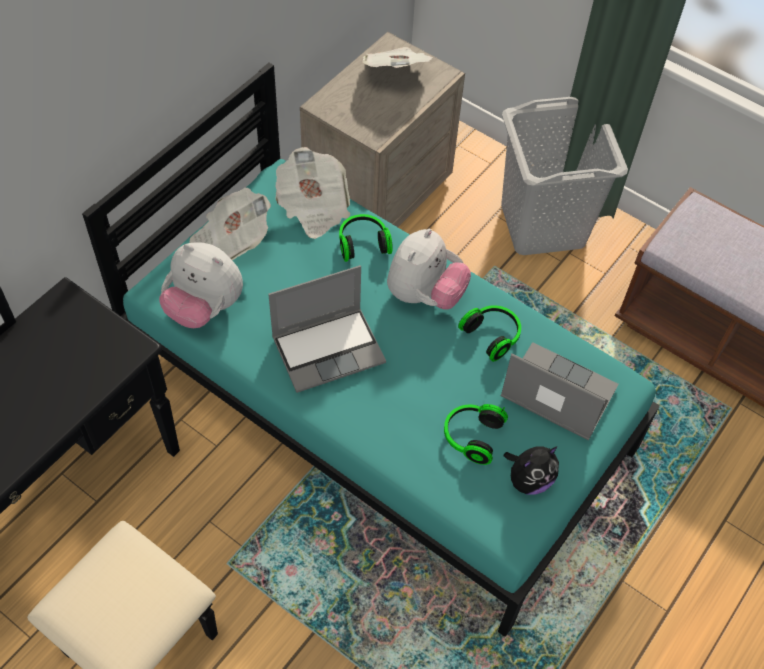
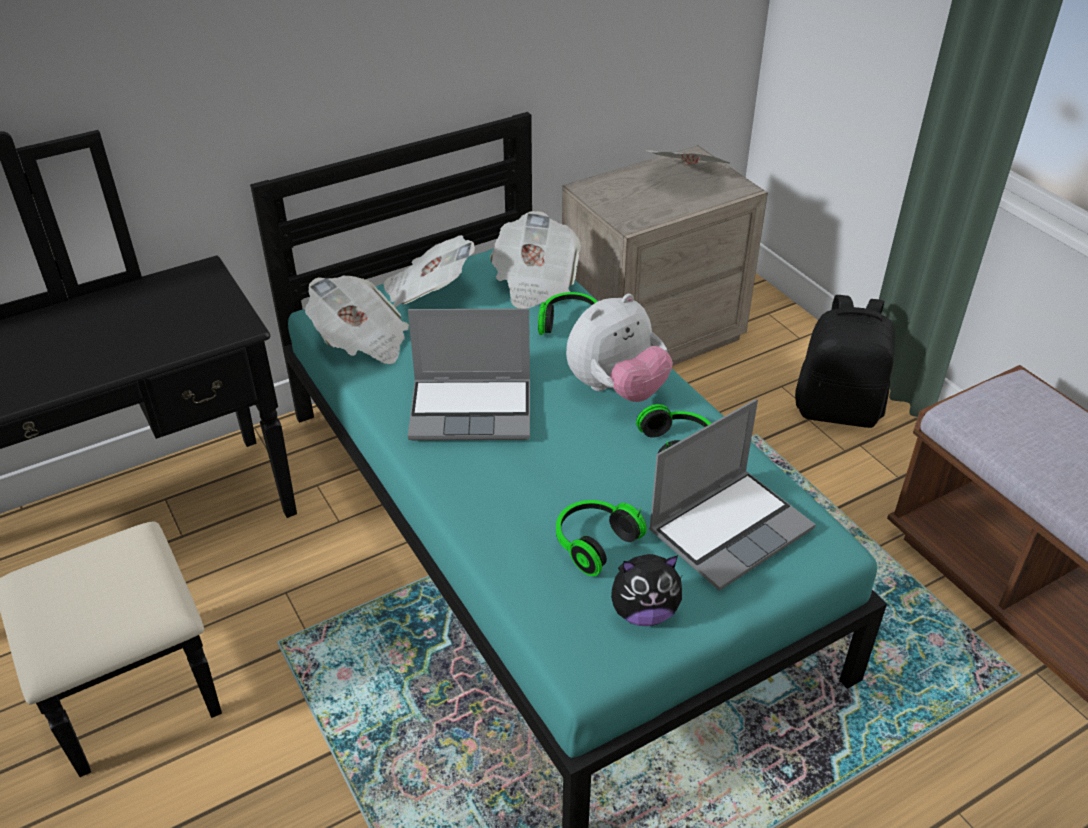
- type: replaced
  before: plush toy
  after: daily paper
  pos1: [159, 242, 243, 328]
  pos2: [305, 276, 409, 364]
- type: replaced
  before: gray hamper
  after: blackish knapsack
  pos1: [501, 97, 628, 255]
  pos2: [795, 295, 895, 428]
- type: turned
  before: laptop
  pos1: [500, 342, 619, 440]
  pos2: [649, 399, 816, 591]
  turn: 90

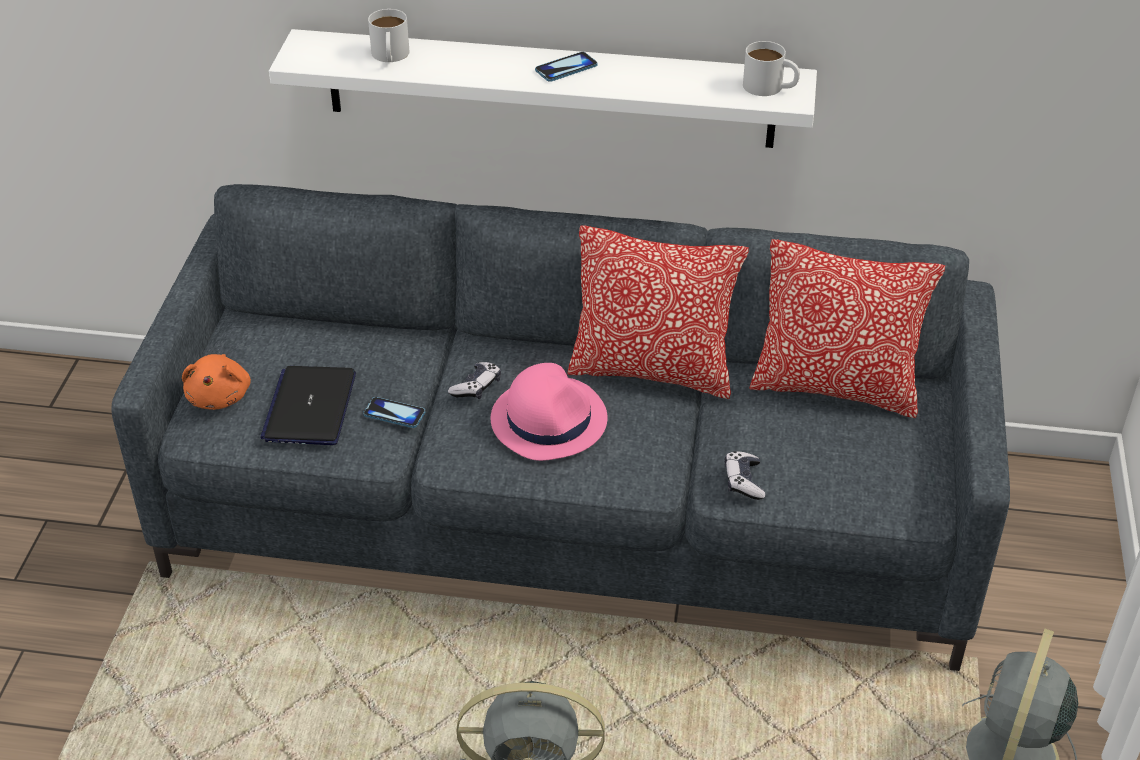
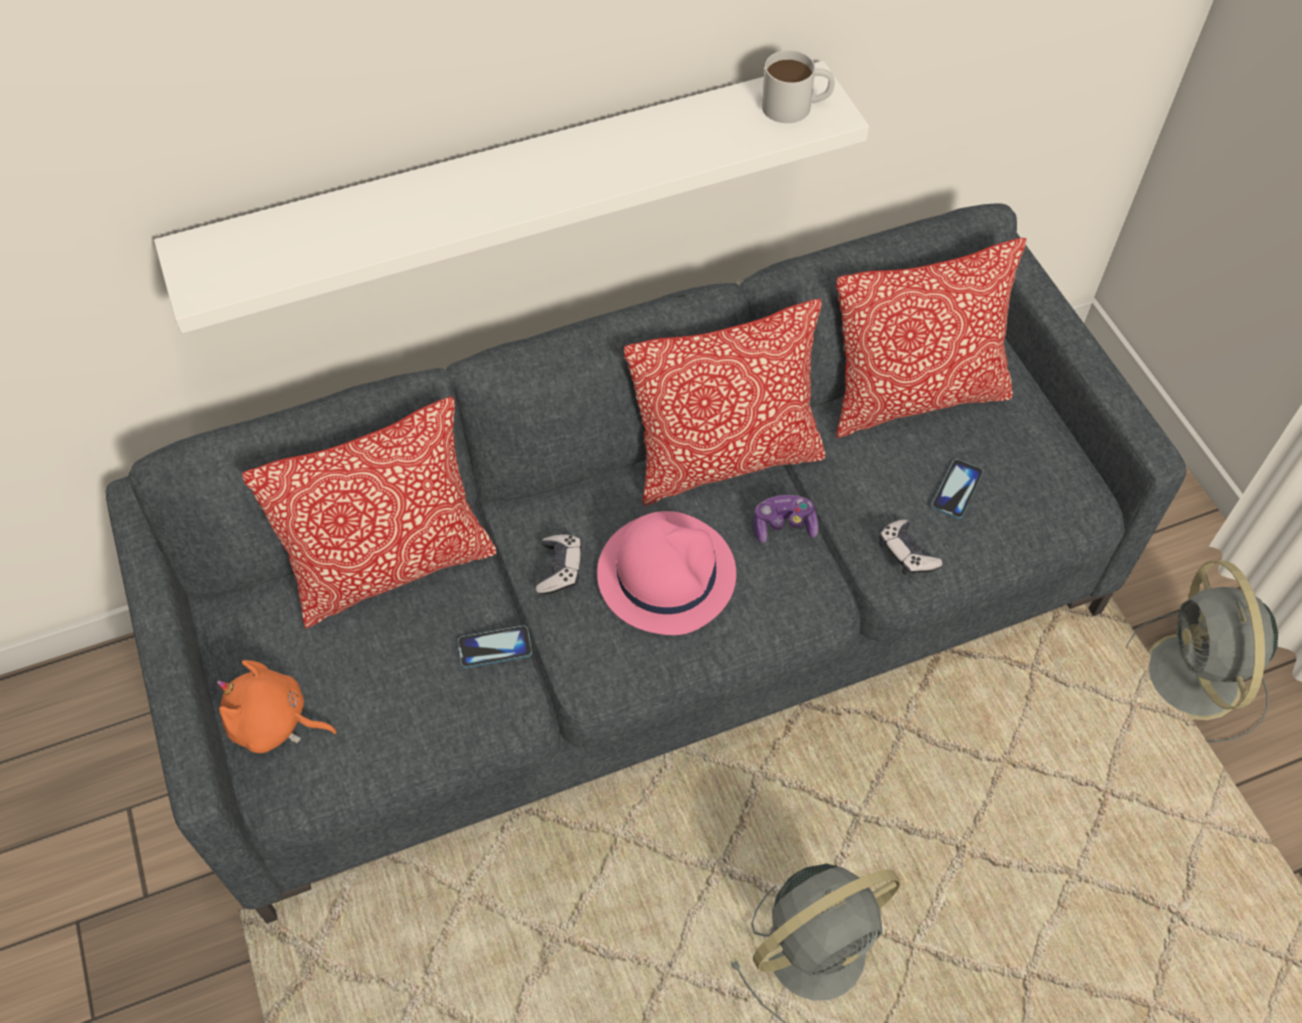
- type: removed
  before: laptop
  pos1: [260, 366, 356, 445]
- type: removed
  before: white tea mug
  pos1: [368, 9, 410, 62]
- type: added
  after: throw pillow
  pos2: [242, 397, 496, 629]
- type: added
  after: game controller
  pos2: [754, 495, 819, 544]
- type: moved
  before: phone
  pos1: [535, 52, 598, 82]
  pos2: [932, 459, 983, 519]
- type: turned
  before: orangey plush toy
  pos1: [182, 354, 251, 410]
  pos2: [217, 660, 337, 753]
  turn: 135

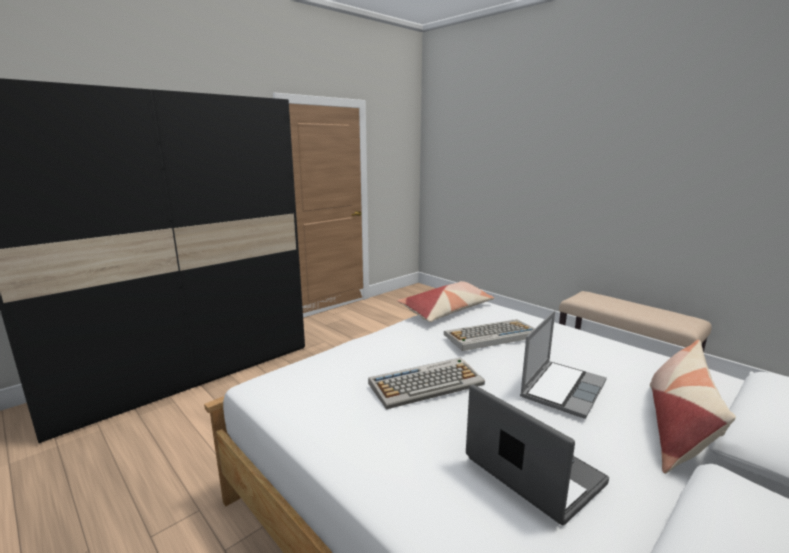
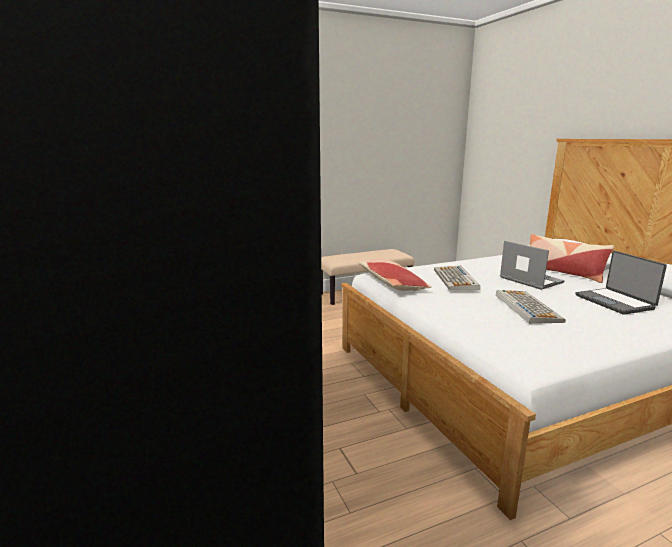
- type: turned
  before: laptop
  pos1: [466, 384, 609, 526]
  pos2: [576, 251, 667, 315]
  turn: -90

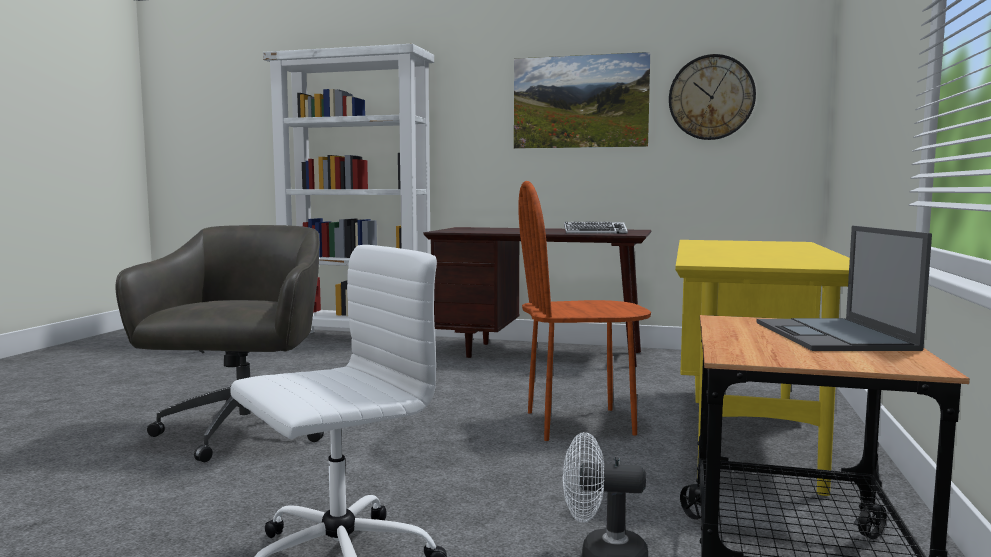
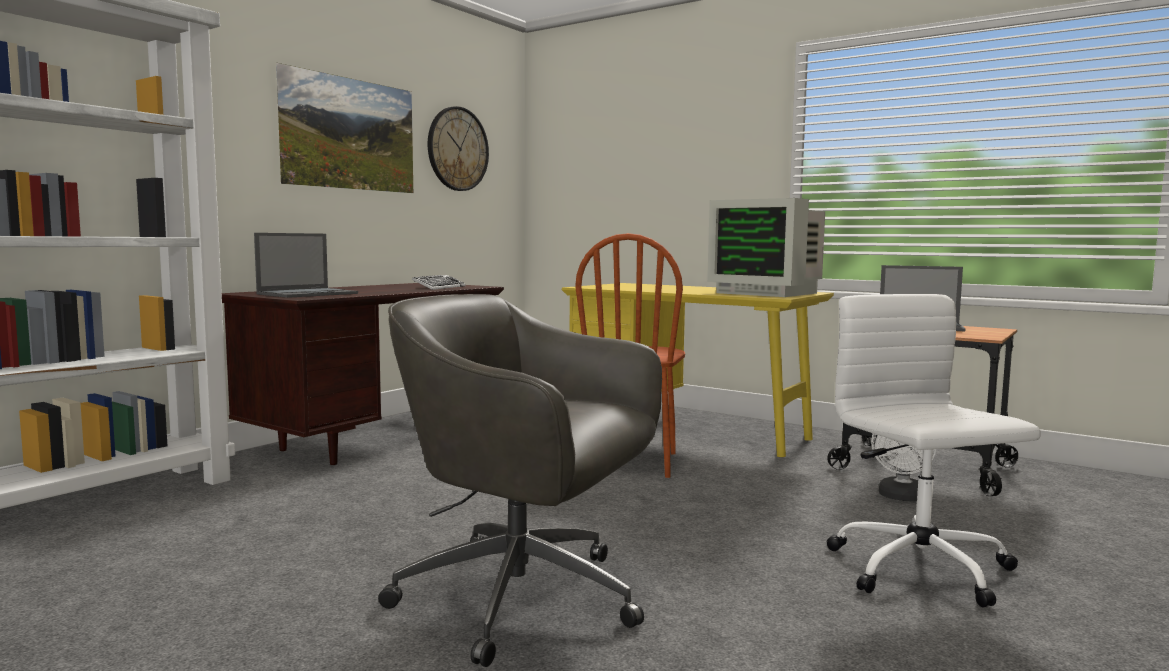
- type: added
  after: laptop
  pos2: [254, 233, 358, 298]
- type: added
  after: monitor
  pos2: [707, 198, 825, 297]

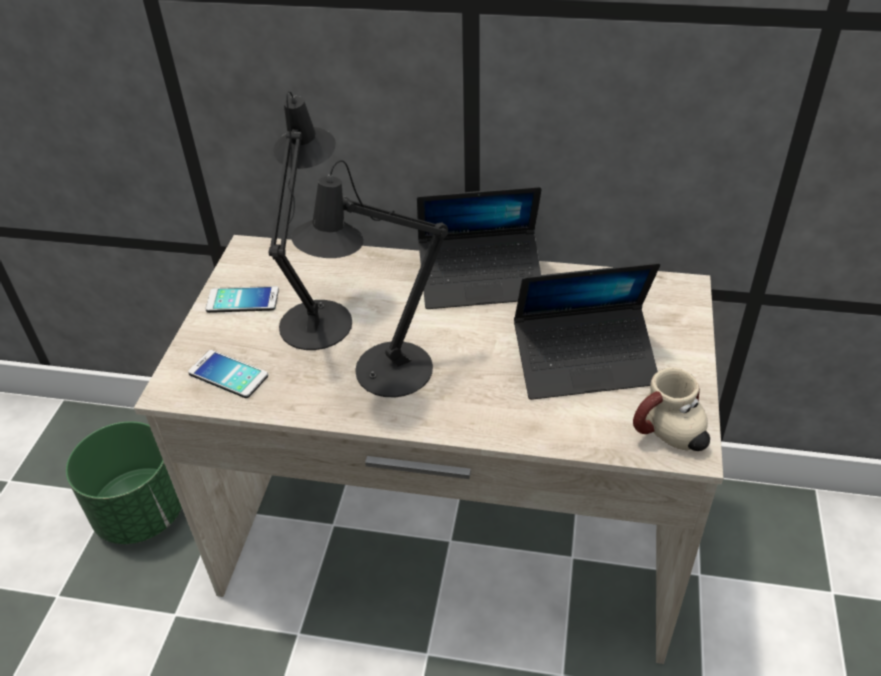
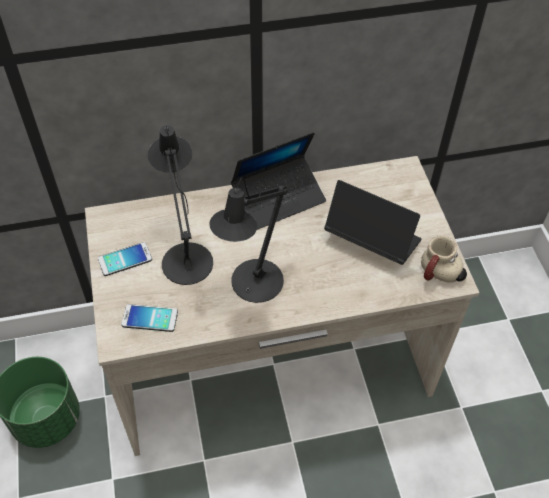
- type: turned
  before: laptop
  pos1: [514, 263, 660, 400]
  pos2: [324, 180, 421, 265]
  turn: -120

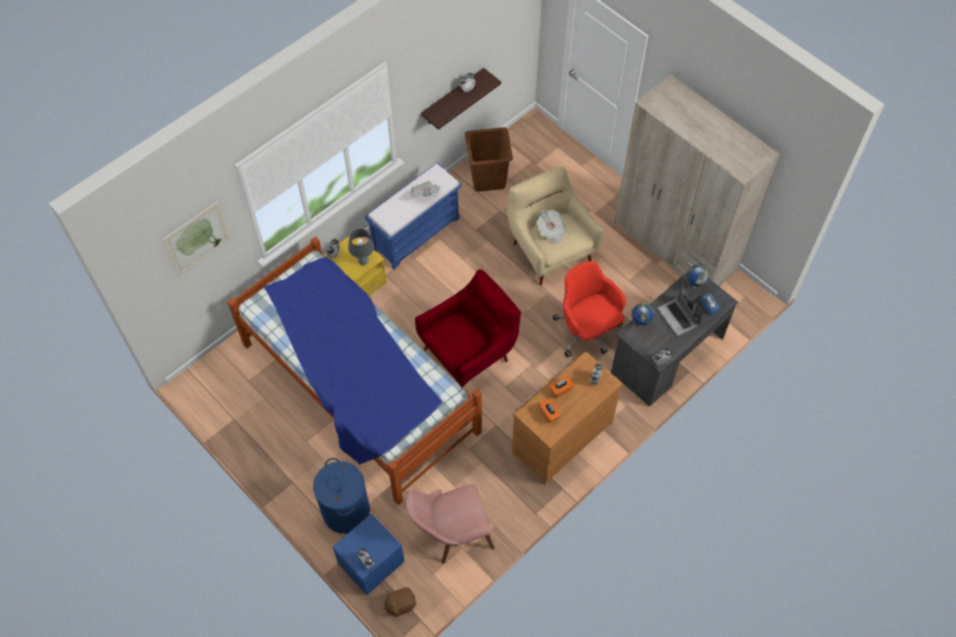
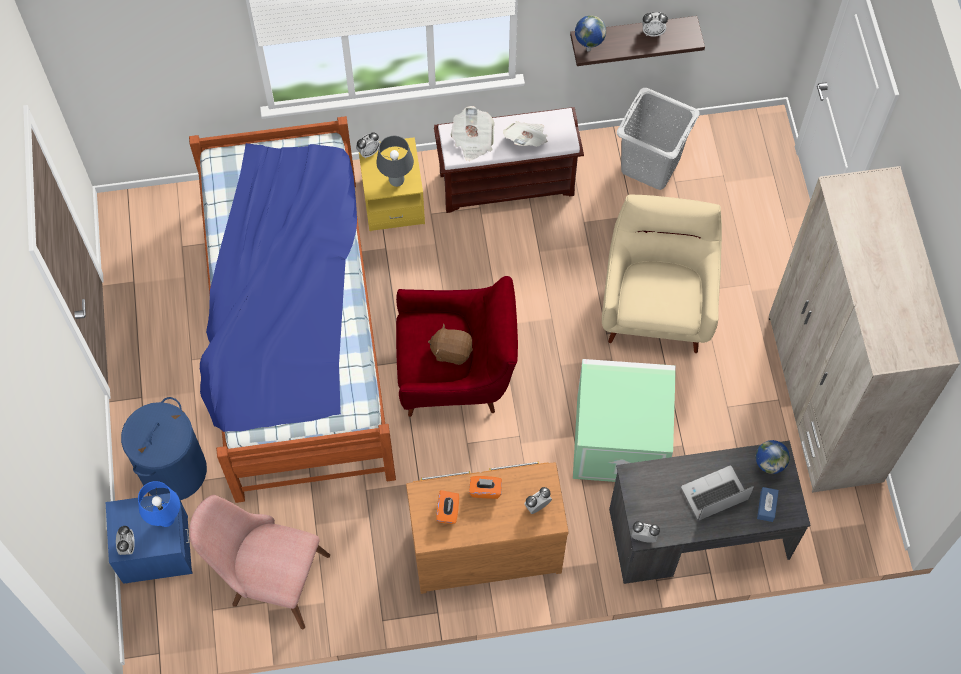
- type: removed
  before: picture
  pos1: [163, 201, 232, 277]
- type: added
  after: bluish tabletop lamp
  pos2: [138, 481, 180, 527]
- type: moved
  before: brown plush toy
  pos1: [384, 587, 416, 617]
  pos2: [428, 324, 473, 365]
- type: moved
  before: daily paper
  pos1: [536, 210, 567, 244]
  pos2: [451, 106, 495, 161]
- type: moved
  before: globe
  pos1: [632, 303, 654, 327]
  pos2: [575, 16, 606, 52]
- type: replaced
  before: red-coloured office chair
  after: greenish storage container
  pos1: [552, 261, 626, 357]
  pos2: [573, 359, 676, 482]
- type: recoloured
  before: bluish bench
  after: brown bench
  pos1: [365, 162, 462, 269]
  pos2: [434, 107, 584, 213]
- type: recoloured
  before: brown hamper
  after: gray hamper
  pos1: [465, 127, 513, 192]
  pos2: [617, 88, 700, 190]
- type: turned
  before: laptop
  pos1: [657, 285, 703, 336]
  pos2: [681, 466, 755, 521]
  turn: 60

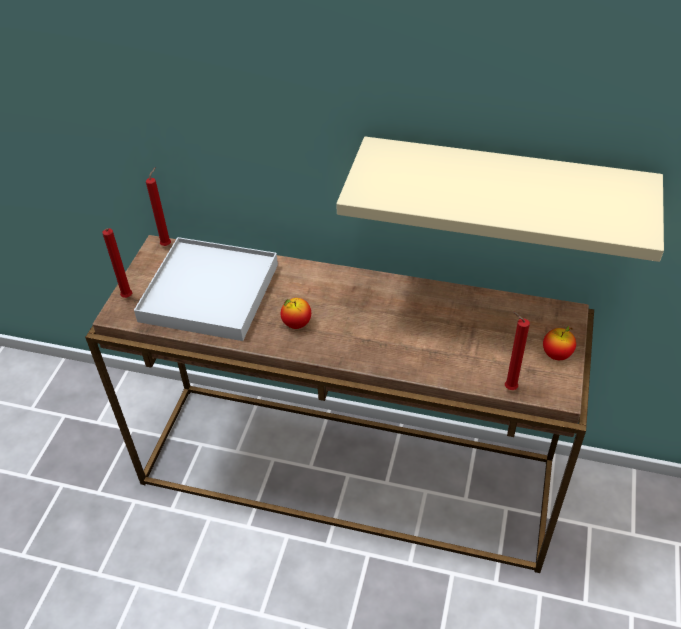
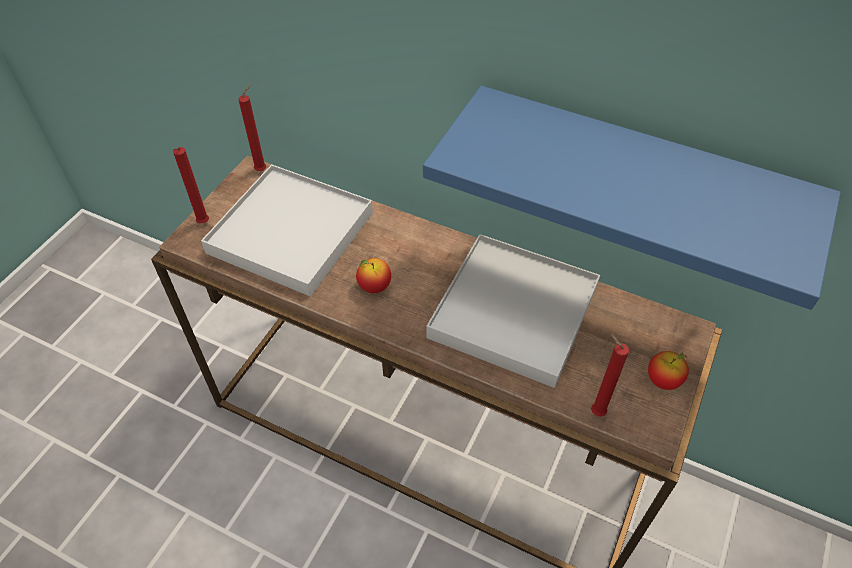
- type: added
  after: white tray
  pos2: [427, 234, 600, 388]
- type: recoloured
  before: beige-coloured wall shelf
  after: bluish wall shelf
  pos1: [336, 137, 664, 262]
  pos2: [423, 86, 841, 310]

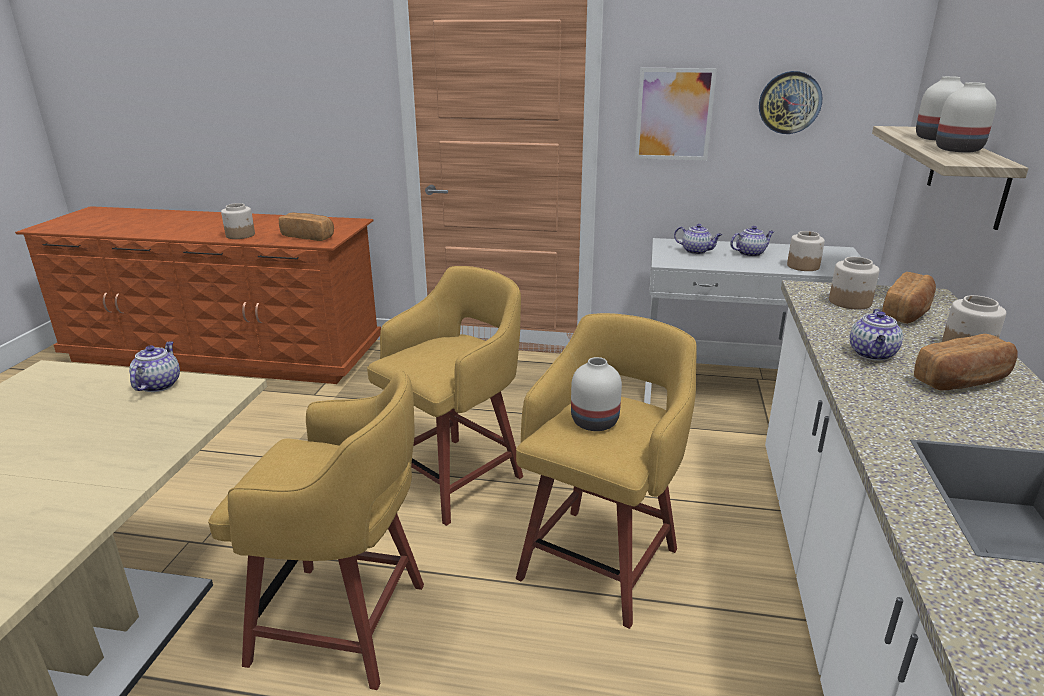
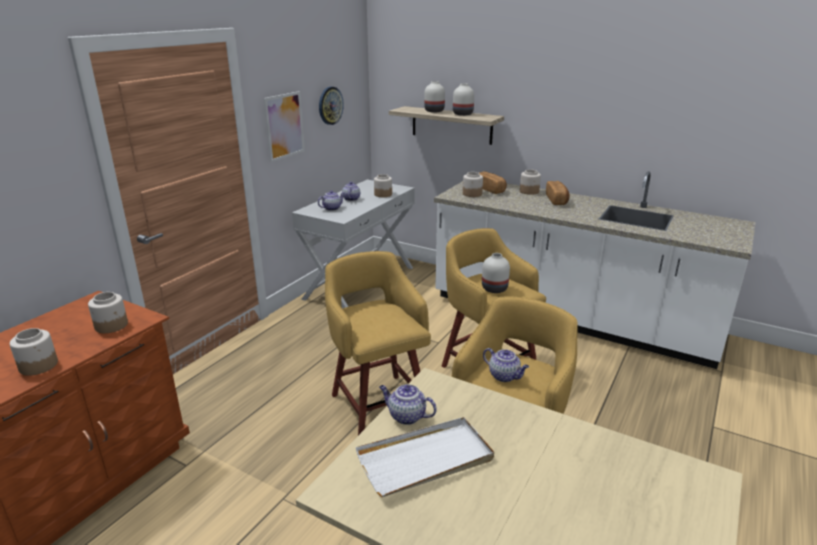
- type: added
  after: white tray
  pos2: [356, 417, 494, 497]
- type: moved
  before: teapot
  pos1: [850, 309, 903, 361]
  pos2: [483, 348, 529, 382]
- type: replaced
  before: baked bread
  after: preserve jar
  pos1: [279, 213, 334, 241]
  pos2: [88, 292, 128, 333]

